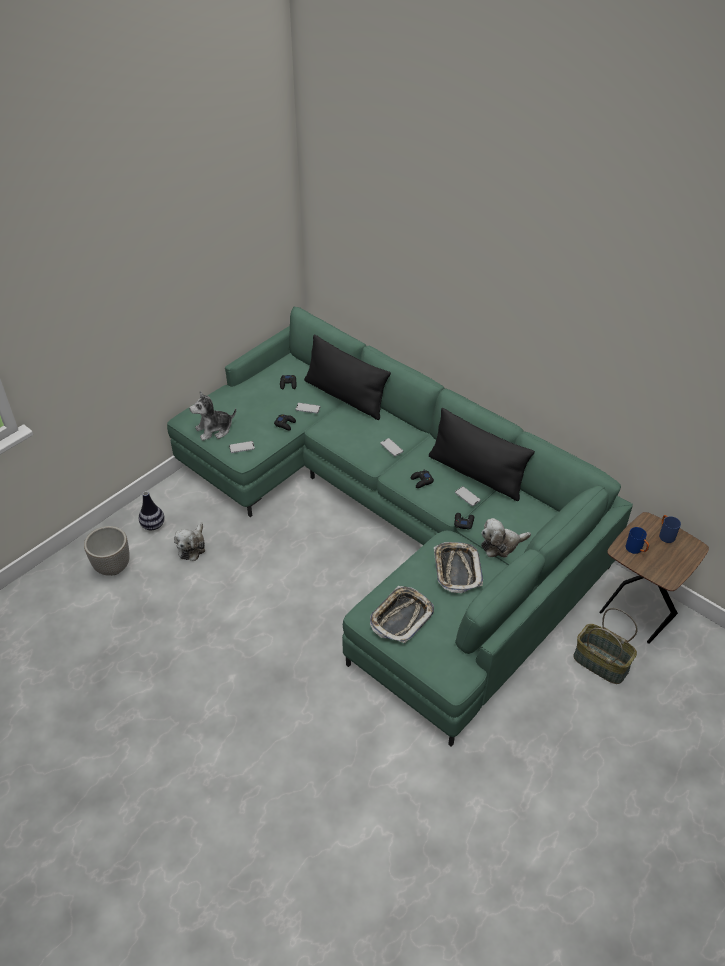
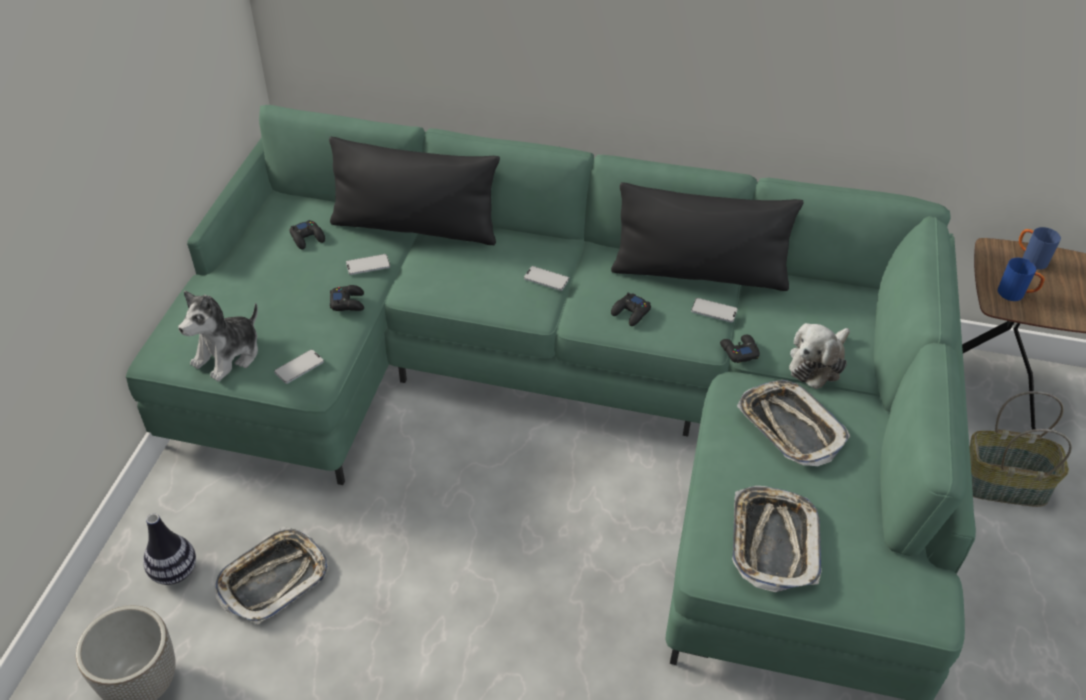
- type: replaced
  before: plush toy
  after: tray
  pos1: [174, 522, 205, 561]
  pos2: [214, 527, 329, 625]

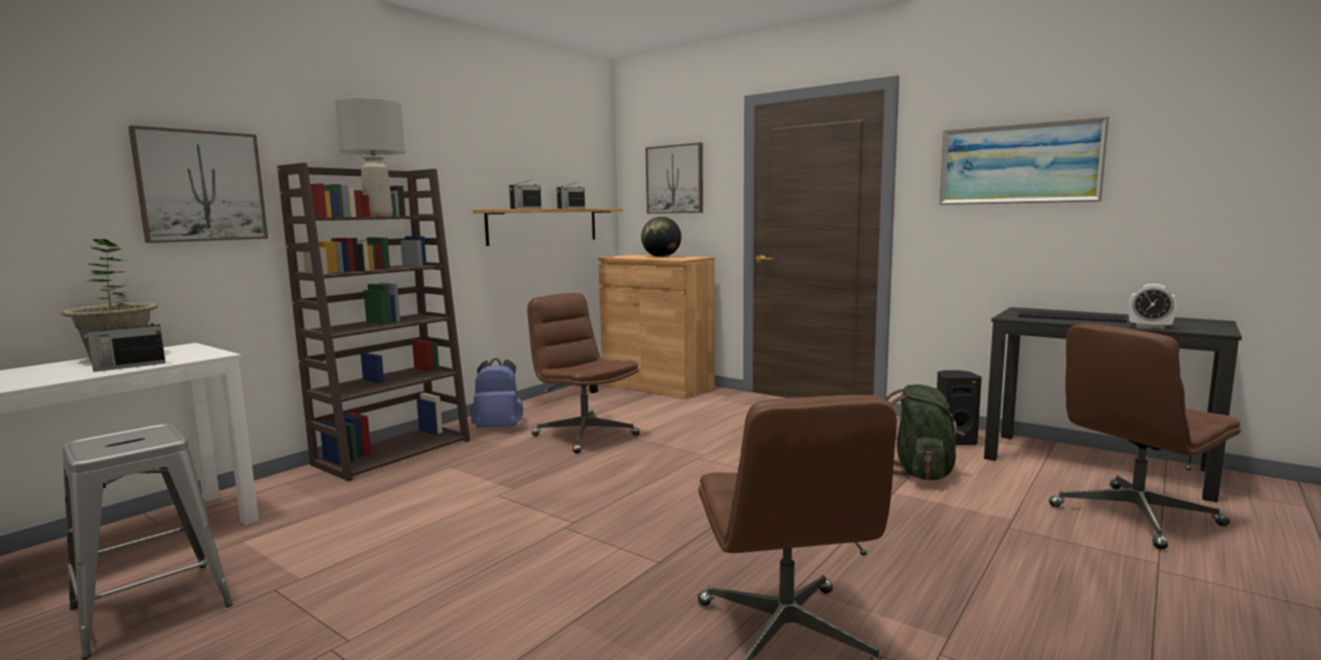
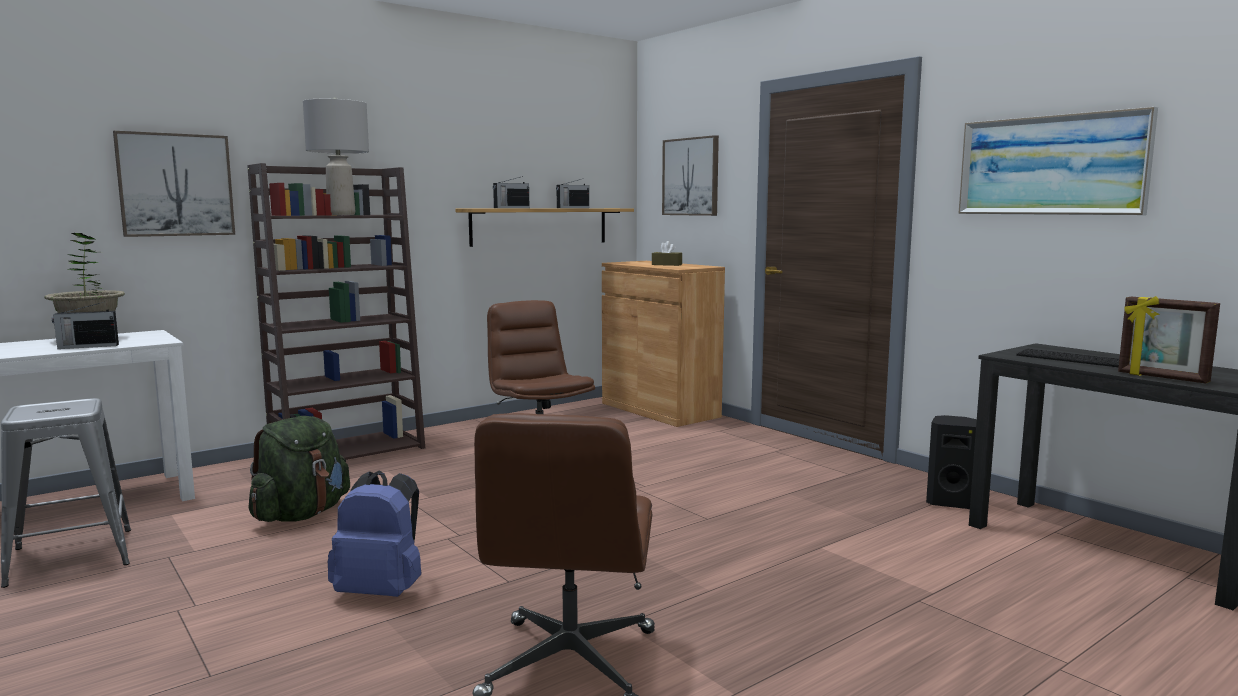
- type: removed
  before: brown office chair
  pos1: [1049, 324, 1241, 550]
- type: moved
  before: bluish knapsack
  pos1: [470, 358, 523, 428]
  pos2: [328, 470, 421, 597]
- type: moved
  before: greenish knapsack
  pos1: [886, 384, 965, 480]
  pos2: [248, 416, 350, 522]
- type: replaced
  before: globe
  after: brown tissue box
  pos1: [641, 217, 681, 257]
  pos2: [652, 241, 682, 266]
- type: replaced
  before: bedside clock
  after: standing frame
  pos1: [1129, 284, 1177, 329]
  pos2: [1118, 296, 1220, 383]

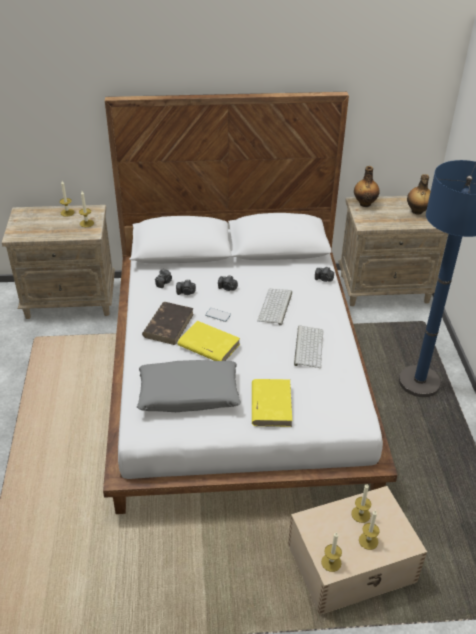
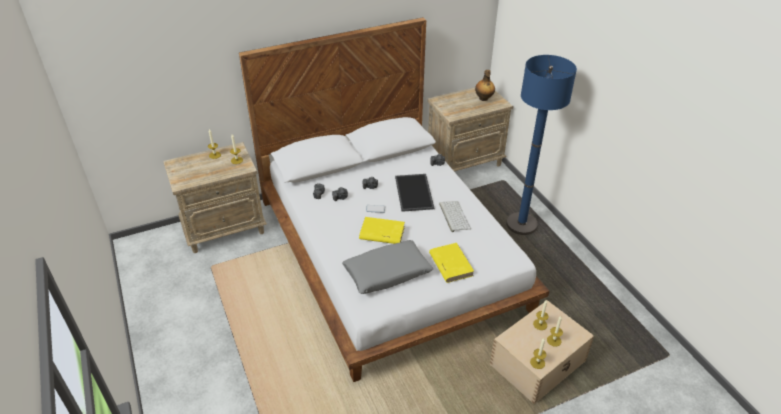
- type: removed
  before: brown bound book
  pos1: [142, 302, 194, 345]
- type: removed
  before: drink bottle
  pos1: [354, 166, 380, 207]
- type: replaced
  before: keyboard
  after: tray
  pos1: [257, 289, 292, 326]
  pos2: [395, 174, 434, 212]

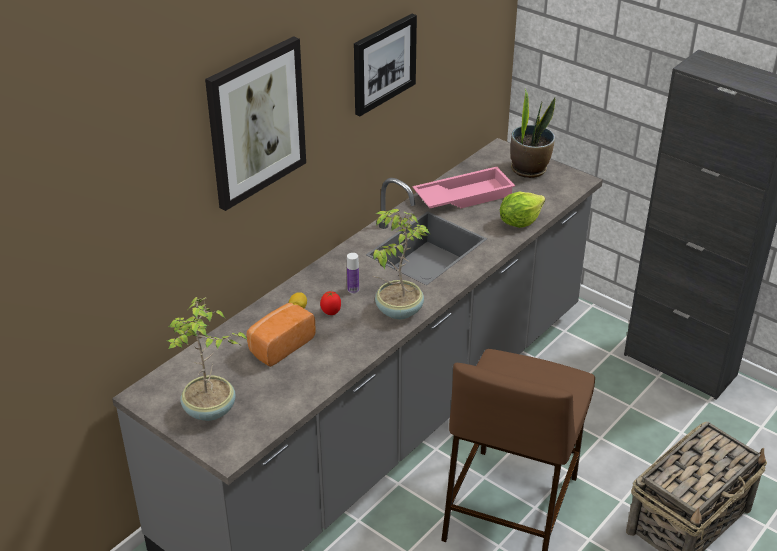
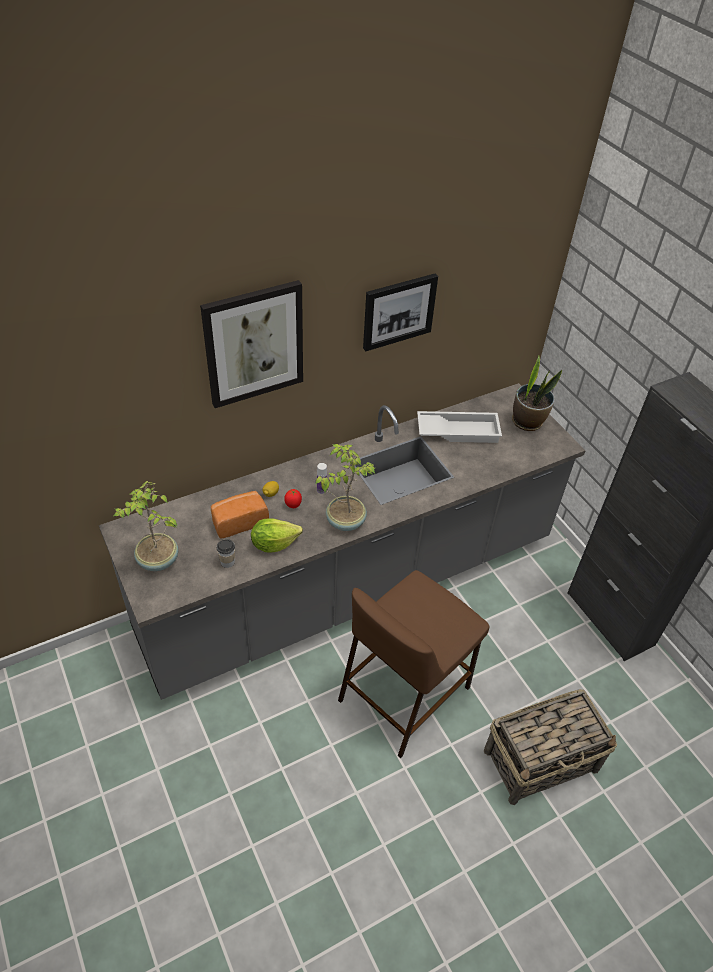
- type: added
  after: drinking cup
  pos2: [217, 539, 235, 568]
- type: moved
  before: lettuce head
  pos1: [500, 192, 545, 228]
  pos2: [251, 518, 303, 553]
- type: recoloured
  before: pink tray
  after: white tray
  pos1: [412, 167, 515, 208]
  pos2: [417, 411, 502, 443]

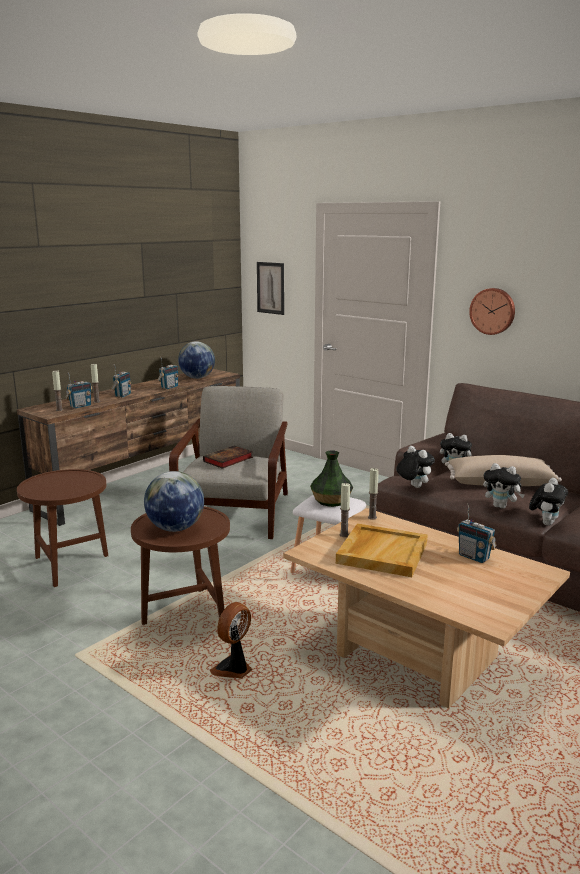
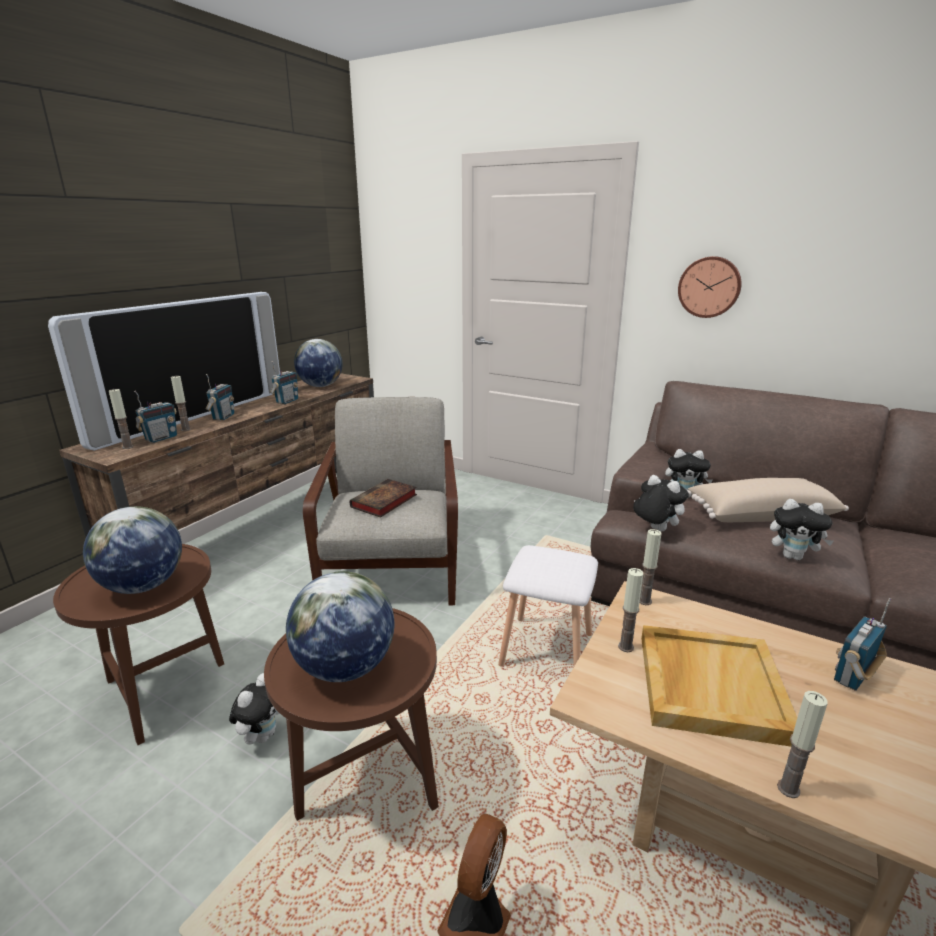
- type: removed
  before: picture
  pos1: [257, 262, 284, 315]
- type: removed
  before: flower vase
  pos1: [310, 451, 353, 507]
- type: added
  after: TV set
  pos2: [48, 292, 280, 451]
- type: added
  after: globe
  pos2: [83, 506, 182, 594]
- type: added
  after: candle
  pos2: [777, 691, 828, 798]
- type: moved
  before: plush toy
  pos1: [529, 478, 568, 526]
  pos2: [229, 673, 280, 745]
- type: turned
  before: radio receiver
  pos1: [457, 503, 497, 563]
  pos2: [834, 598, 892, 691]
  turn: 105

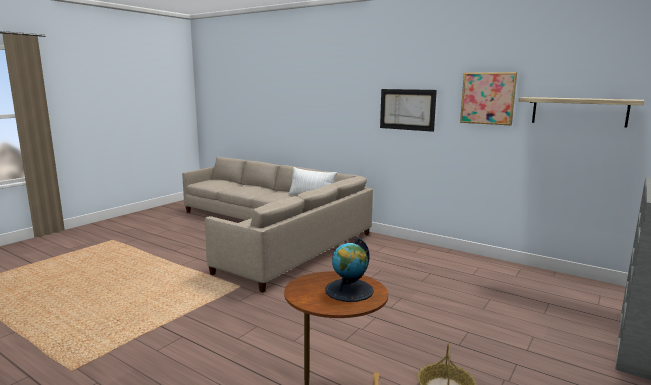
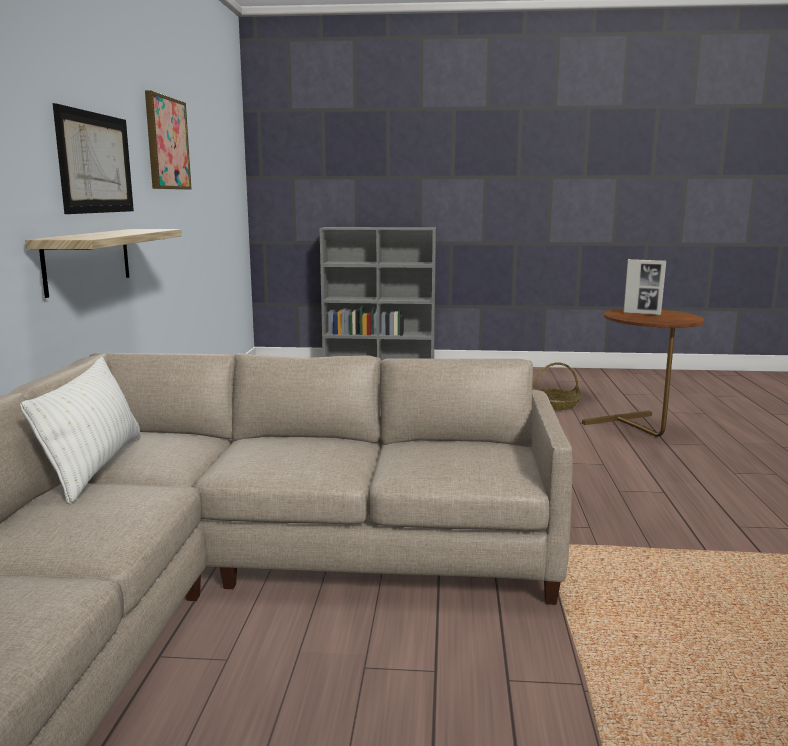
- type: moved
  before: wall shelf
  pos1: [518, 97, 644, 128]
  pos2: [25, 229, 182, 298]
- type: replaced
  before: globe
  after: standing frame
  pos1: [325, 238, 374, 302]
  pos2: [623, 259, 666, 315]

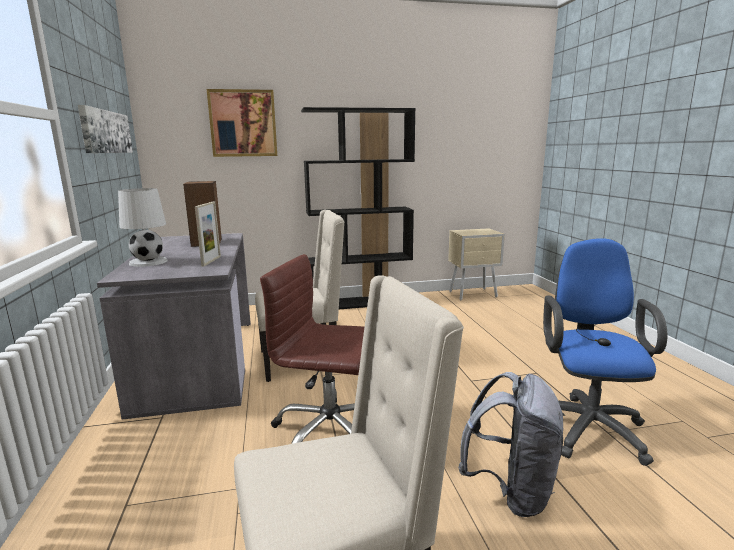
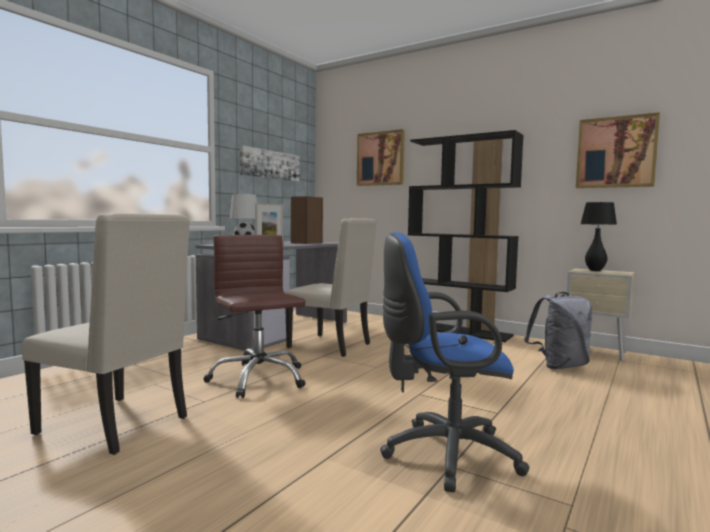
- type: added
  after: picture
  pos2: [576, 112, 660, 188]
- type: added
  after: blackish tabletop lamp
  pos2: [581, 202, 617, 271]
- type: moved
  before: gray knapsack
  pos1: [458, 372, 565, 517]
  pos2: [524, 292, 592, 369]
- type: turned
  before: bluish office chair
  pos1: [543, 238, 667, 466]
  pos2: [380, 232, 529, 492]
  turn: -150

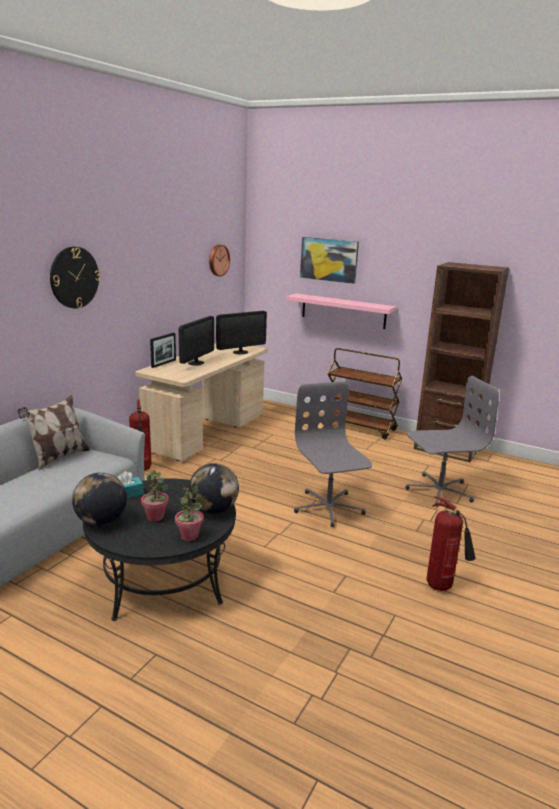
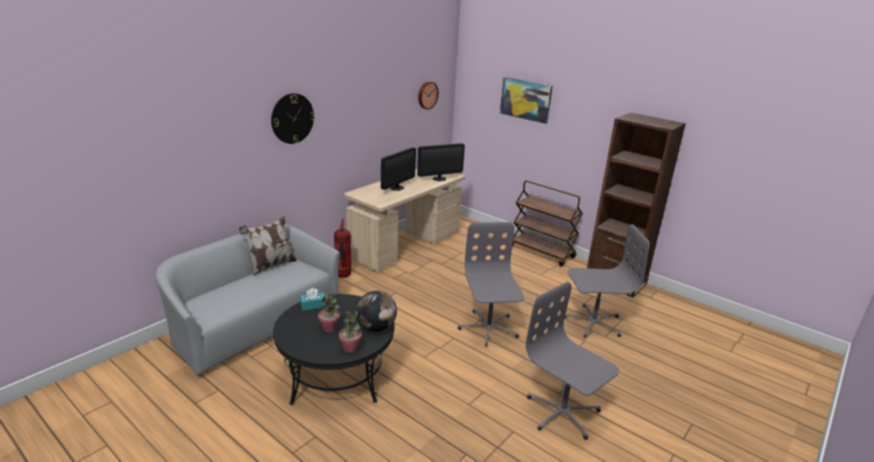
- type: removed
  before: globe
  pos1: [72, 472, 127, 526]
- type: removed
  before: standing frame
  pos1: [150, 333, 176, 368]
- type: removed
  before: pink wall shelf
  pos1: [286, 293, 396, 329]
- type: replaced
  before: fire extinguisher
  after: gray office chair
  pos1: [426, 496, 475, 591]
  pos2: [526, 282, 619, 440]

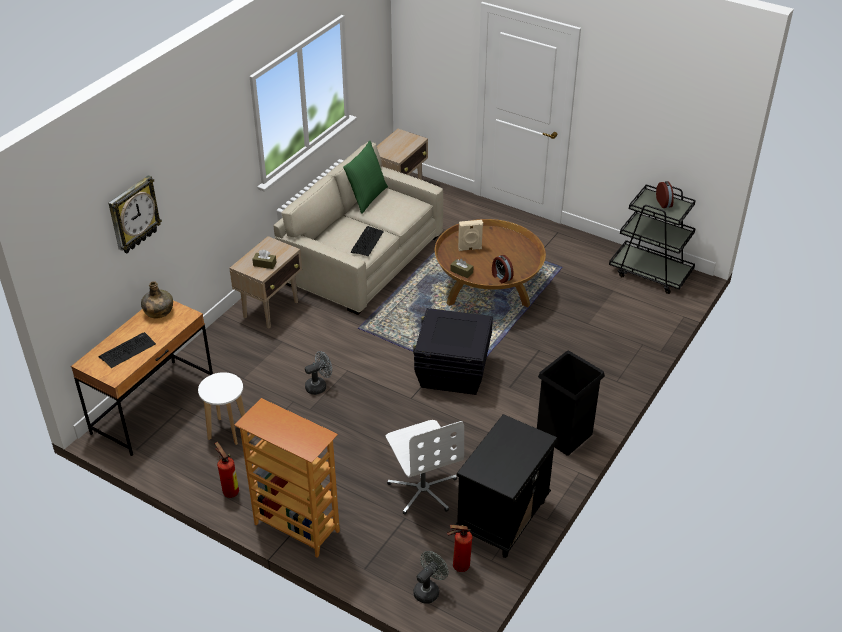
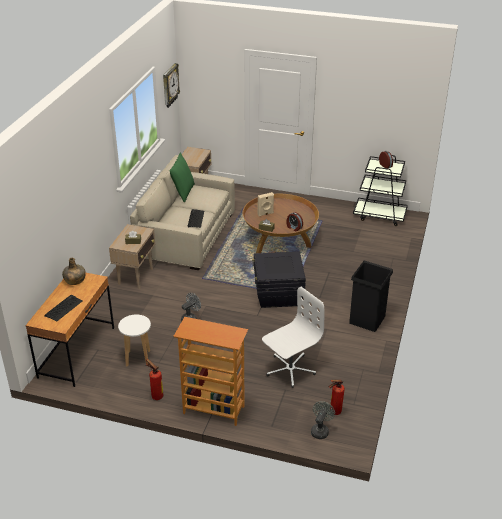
- type: removed
  before: blackish bedside table
  pos1: [455, 414, 557, 558]
- type: moved
  before: wall clock
  pos1: [108, 175, 162, 253]
  pos2: [163, 63, 180, 108]
- type: turned
  before: white office chair
  pos1: [386, 420, 464, 515]
  pos2: [262, 287, 324, 388]
  turn: -90

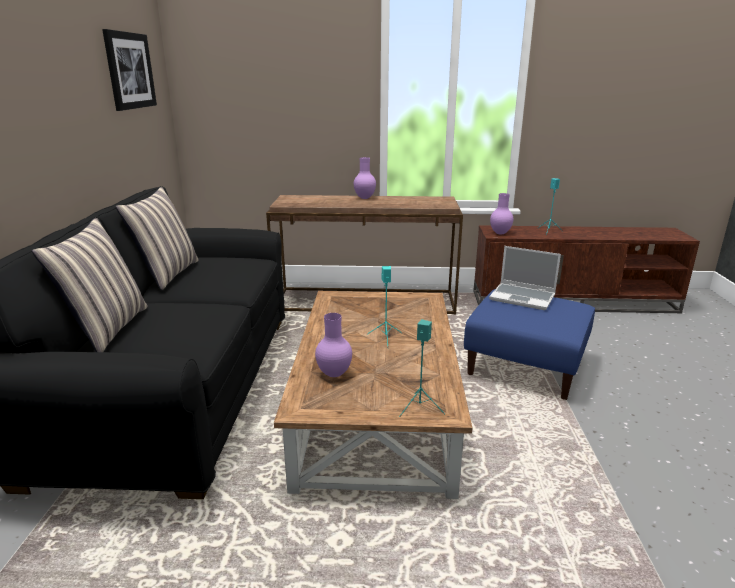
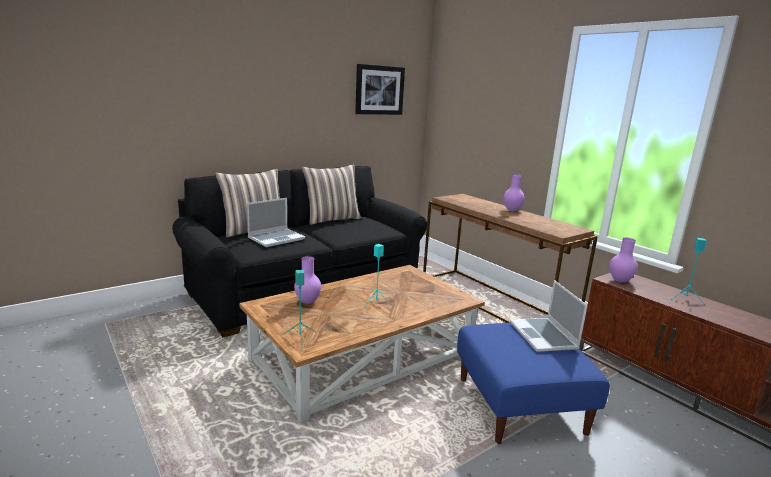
- type: added
  after: laptop
  pos2: [247, 198, 305, 247]

